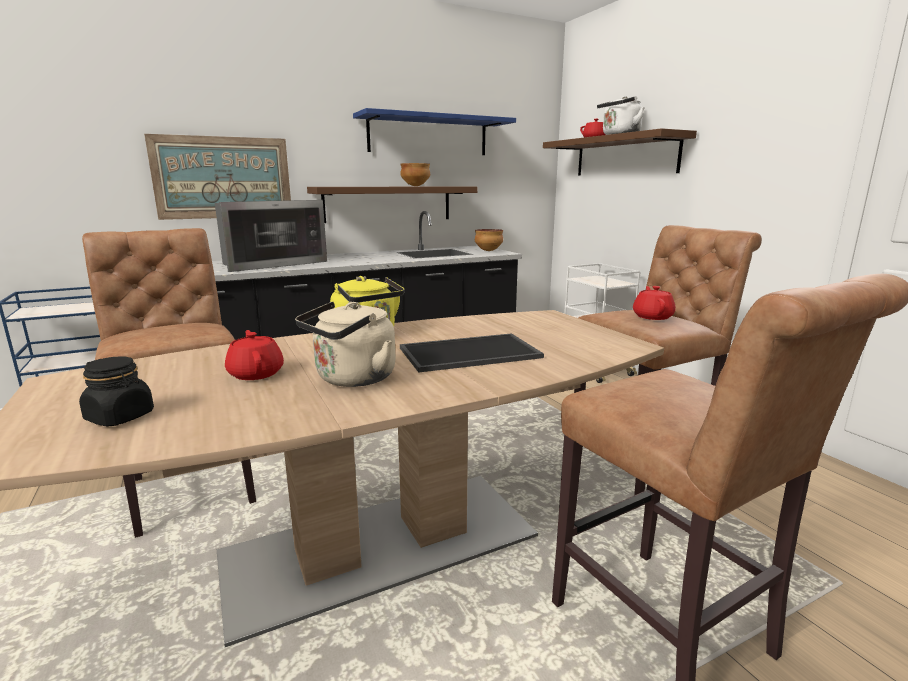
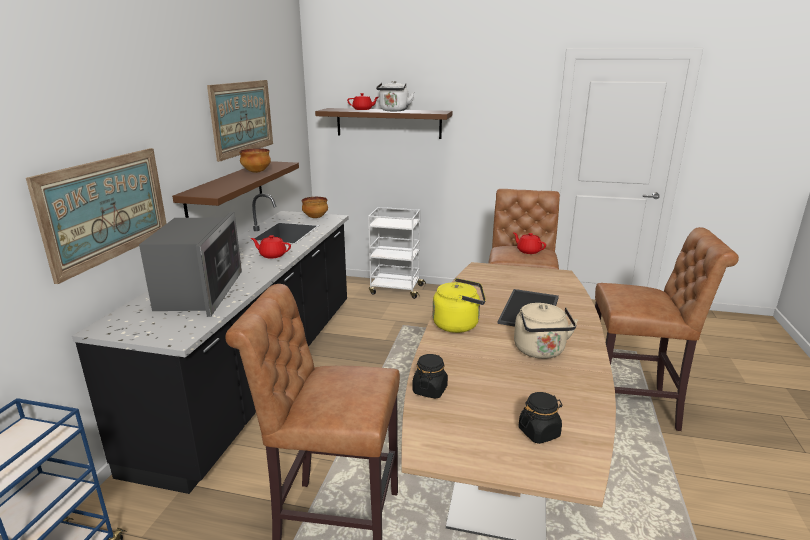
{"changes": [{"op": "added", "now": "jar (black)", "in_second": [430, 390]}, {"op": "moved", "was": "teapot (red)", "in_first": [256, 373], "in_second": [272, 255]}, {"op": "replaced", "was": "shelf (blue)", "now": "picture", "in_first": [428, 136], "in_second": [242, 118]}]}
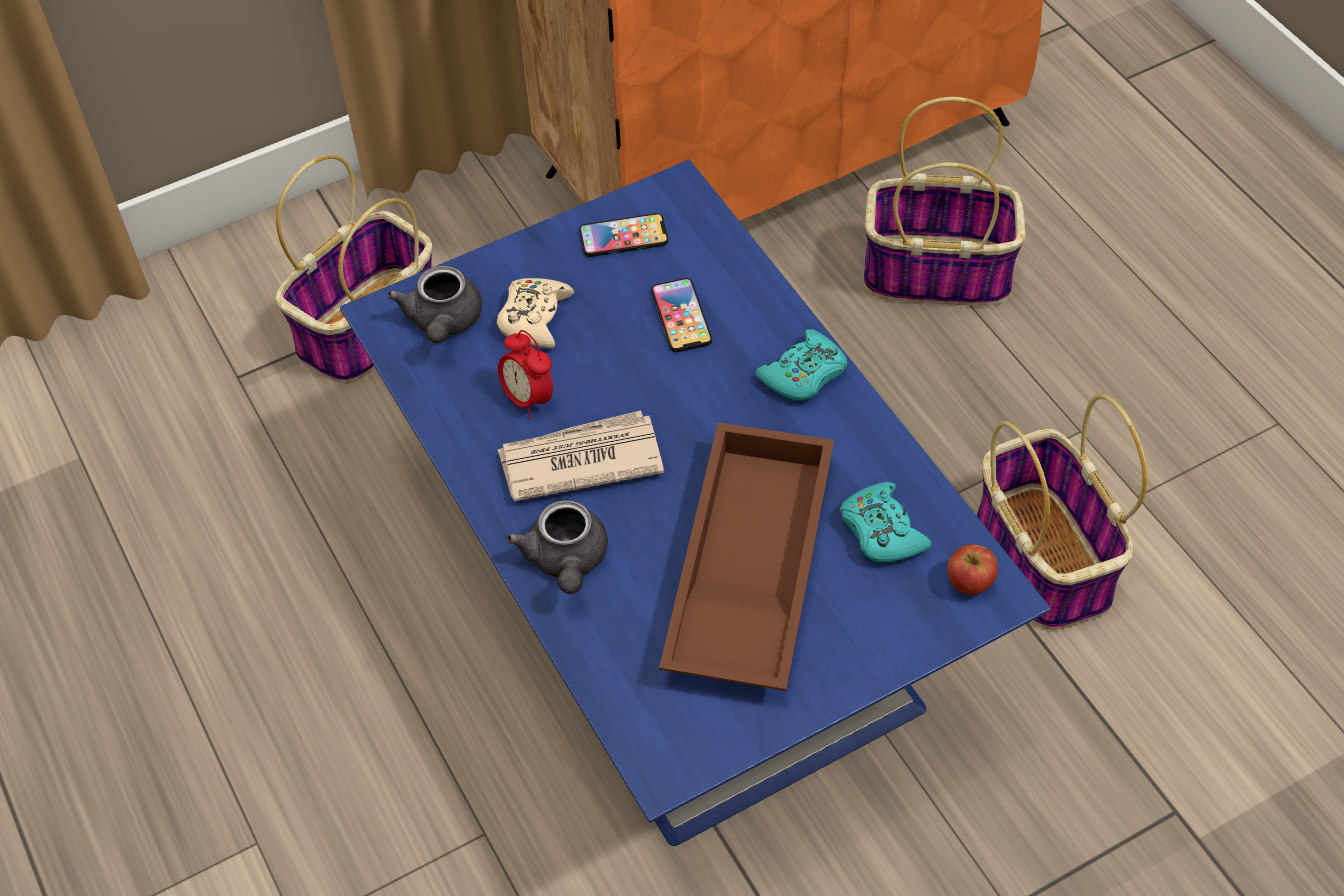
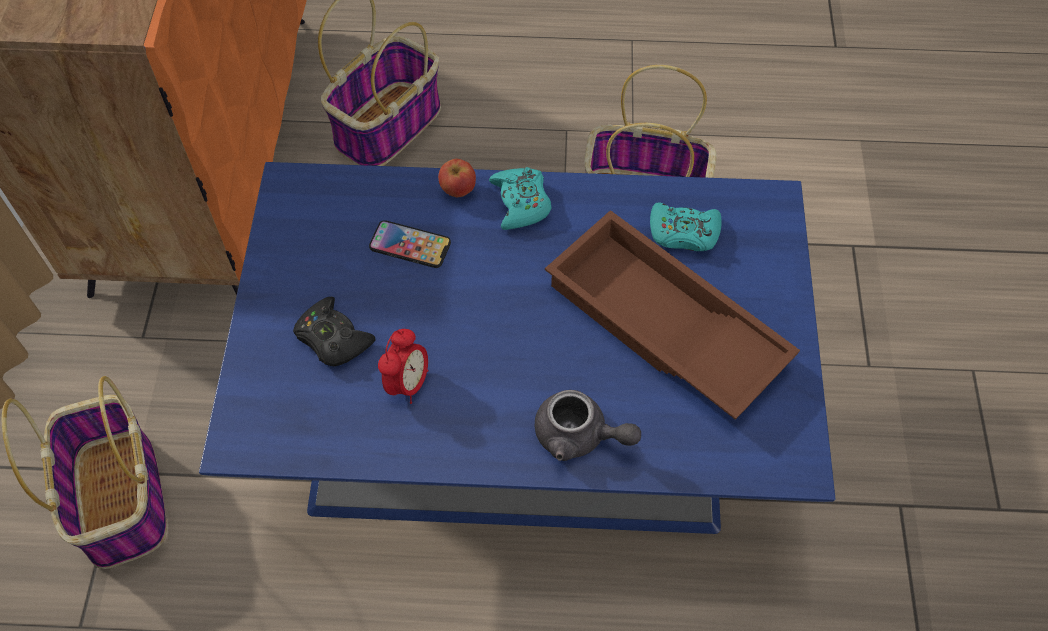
{"changes": [{"op": "removed", "was": "teapot (grey)", "in_first": [443, 323]}, {"op": "removed", "was": "newspaper", "in_first": [579, 460]}, {"op": "removed", "was": "phone", "in_first": [623, 237]}, {"op": "moved", "was": "apple", "in_first": [970, 583], "in_second": [458, 189]}, {"op": "recoloured", "was": "game controller (beige)", "now": "game controller (black)", "in_first": [535, 318], "in_second": [333, 338]}, {"op": "turned", "was": "alarm clock", "in_first": [528, 398], "in_second": [407, 383], "clockwise": -60}]}
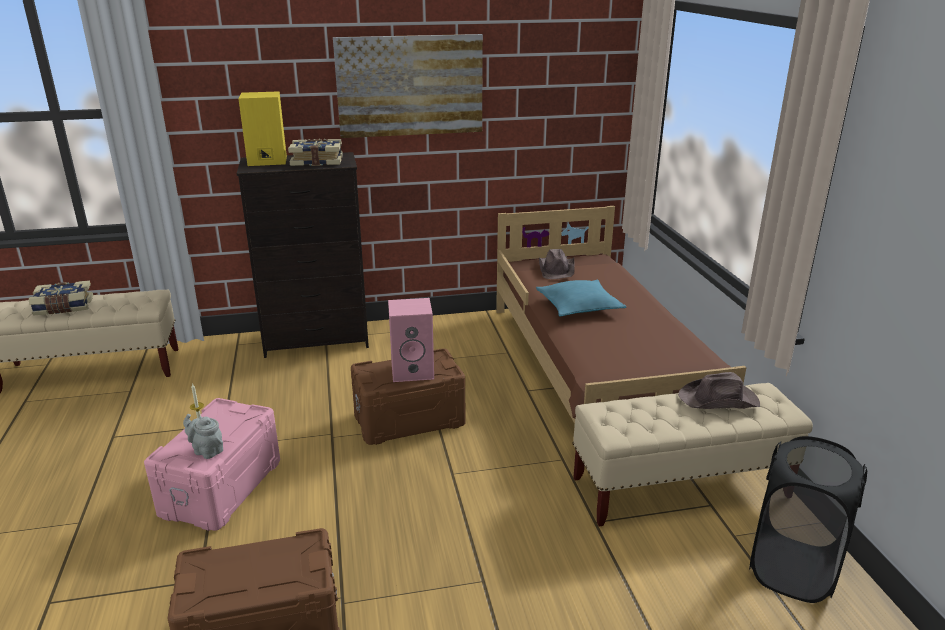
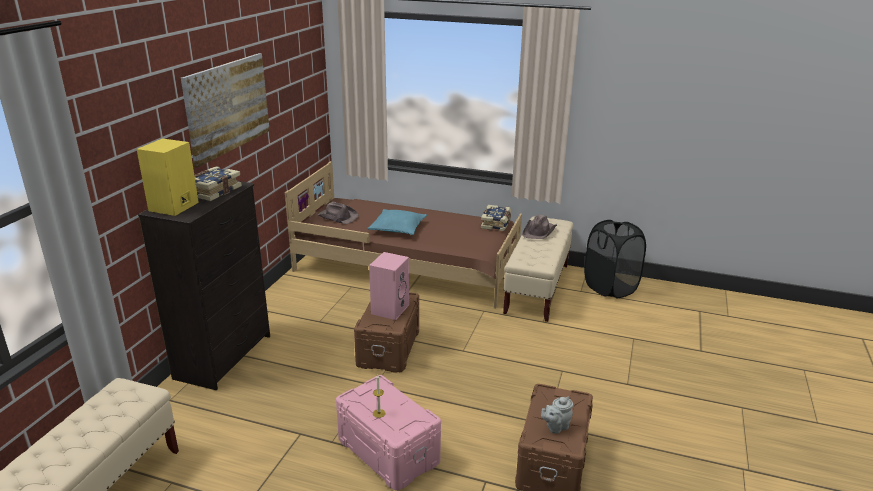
{"changes": [{"op": "moved", "was": "book", "in_first": [64, 307], "in_second": [496, 224]}, {"op": "moved", "was": "teapot (grey)", "in_first": [206, 450], "in_second": [555, 427]}]}
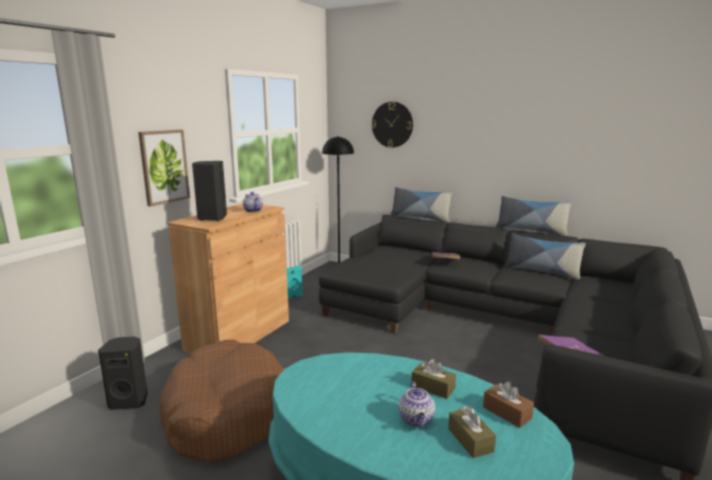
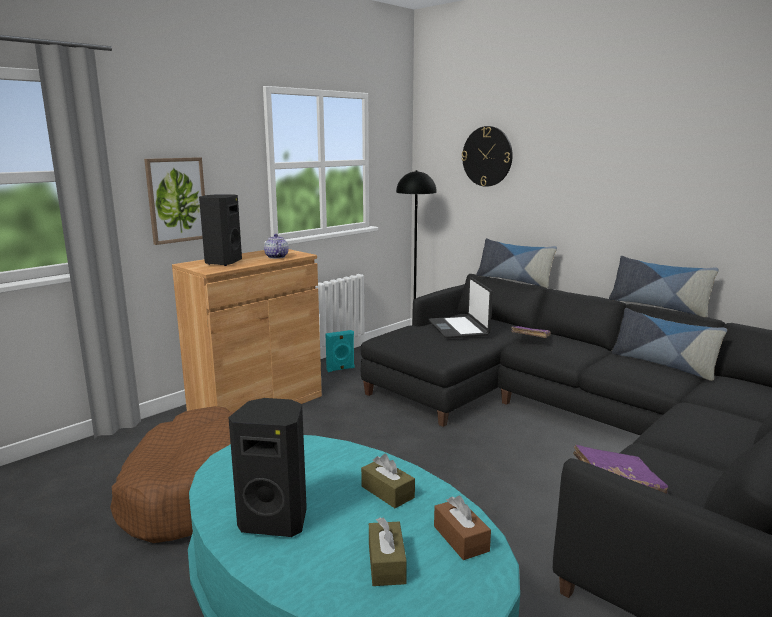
{"changes": [{"op": "removed", "was": "teapot", "in_first": [417, 420]}, {"op": "added", "now": "laptop", "in_second": [459, 328]}, {"op": "moved", "was": "speaker (black)", "in_first": [130, 401], "in_second": [275, 520]}]}
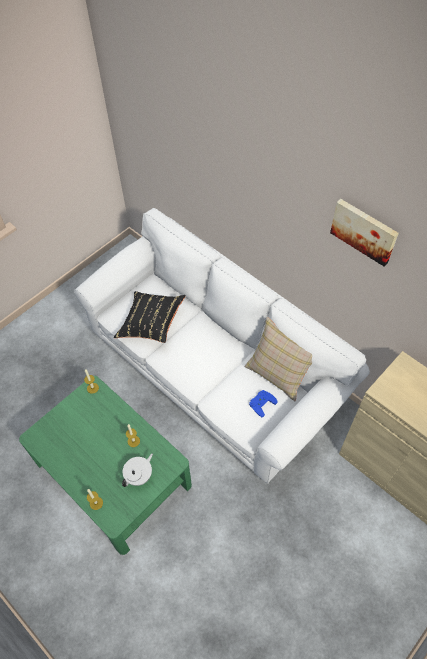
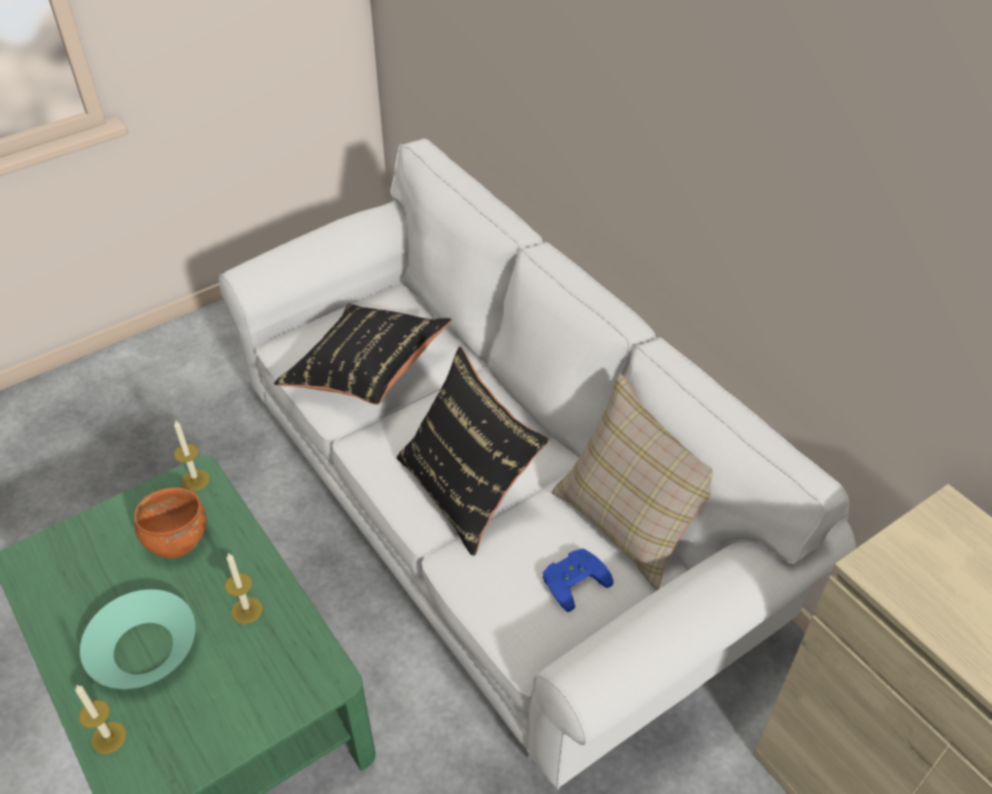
{"changes": [{"op": "removed", "was": "teapot (white)", "in_first": [139, 475]}, {"op": "removed", "was": "picture", "in_first": [364, 231]}, {"op": "added", "now": "bowl (turquoise)", "in_second": [143, 647]}, {"op": "added", "now": "bowl (orange)", "in_second": [177, 539]}, {"op": "added", "now": "pillow (black)", "in_second": [467, 489]}]}
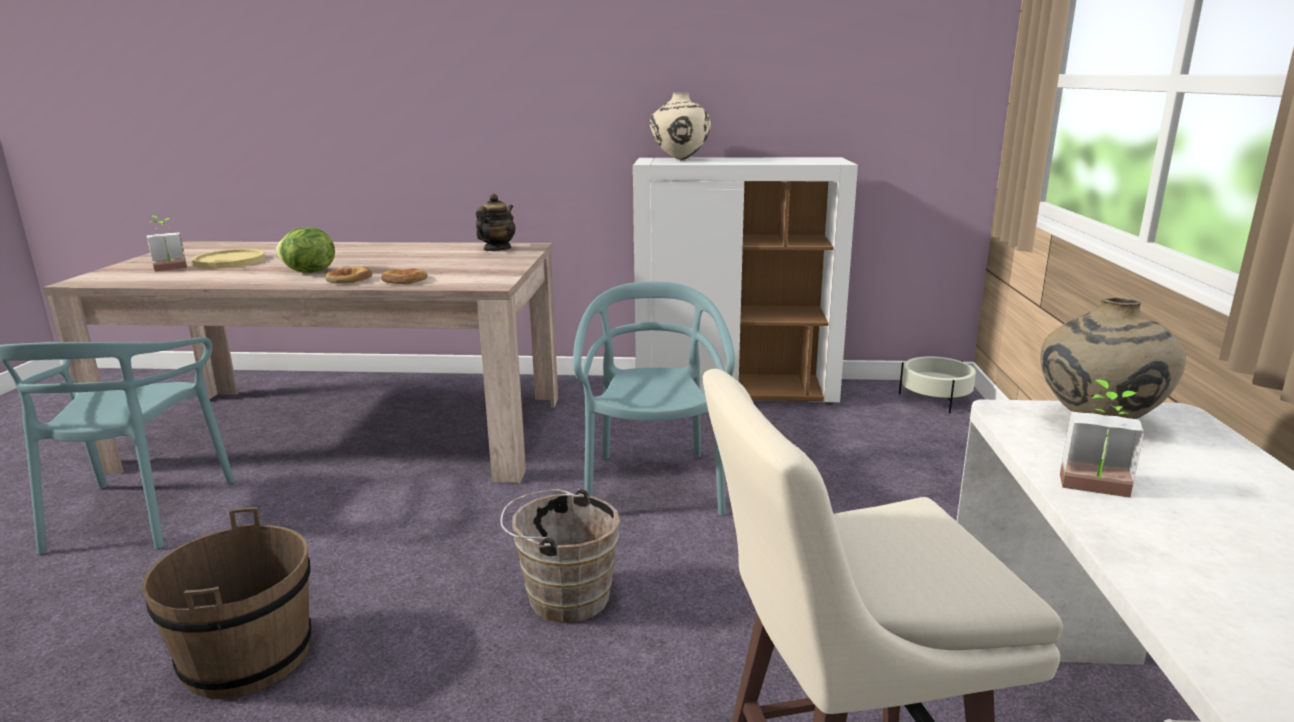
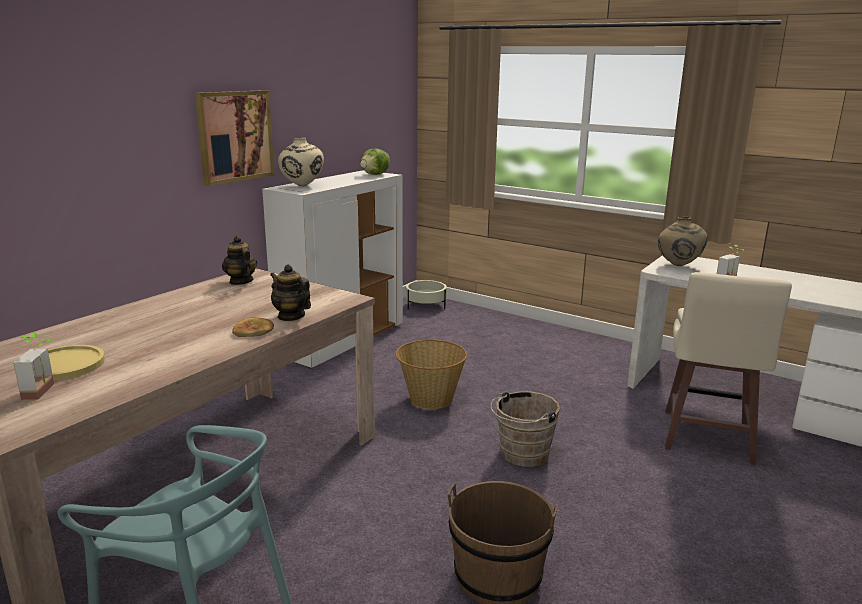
{"changes": [{"op": "added", "now": "picture", "in_second": [235, 136]}, {"op": "moved", "was": "lettuce", "in_first": [308, 272], "in_second": [375, 174]}, {"op": "replaced", "was": "bread", "now": "teapot", "in_first": [404, 280], "in_second": [291, 316]}, {"op": "replaced", "was": "chair (turquoise)", "now": "basket", "in_first": [653, 486], "in_second": [430, 398]}]}
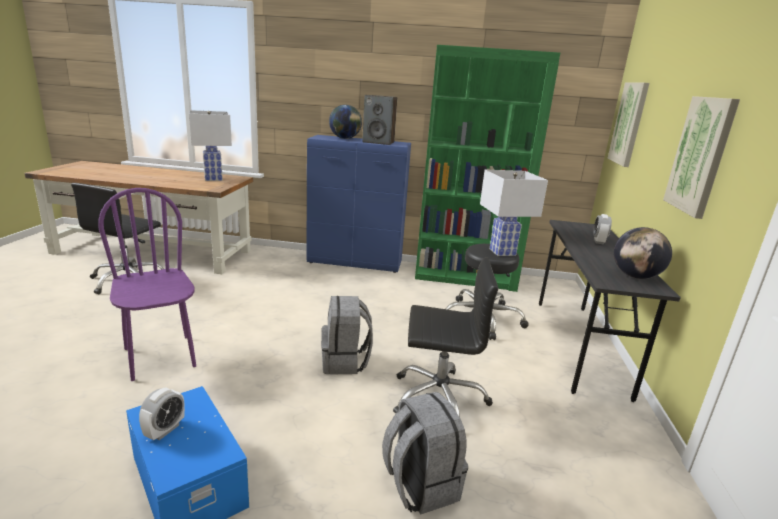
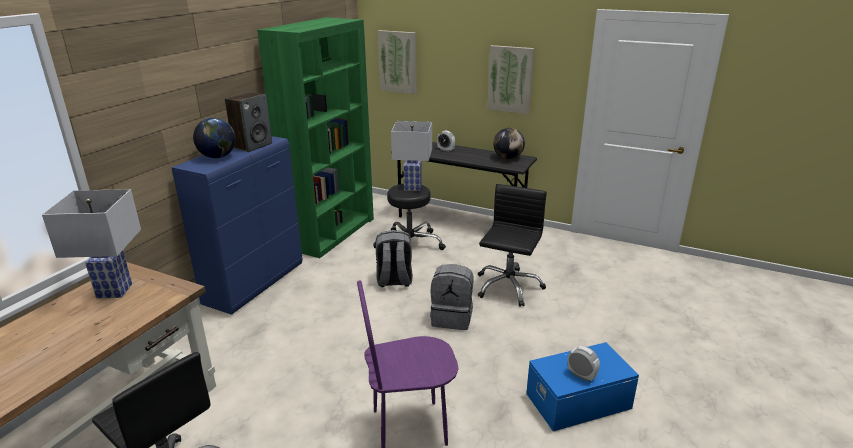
{"changes": [{"op": "moved", "was": "backpack (grey)", "in_first": [419, 485], "in_second": [394, 280]}]}
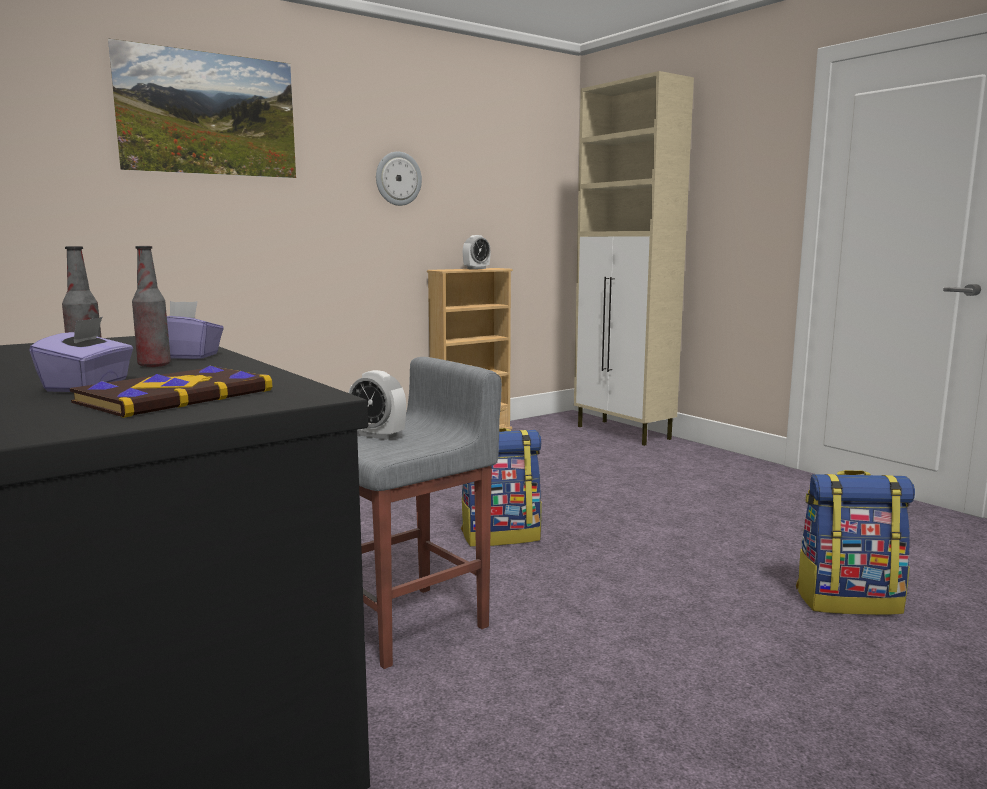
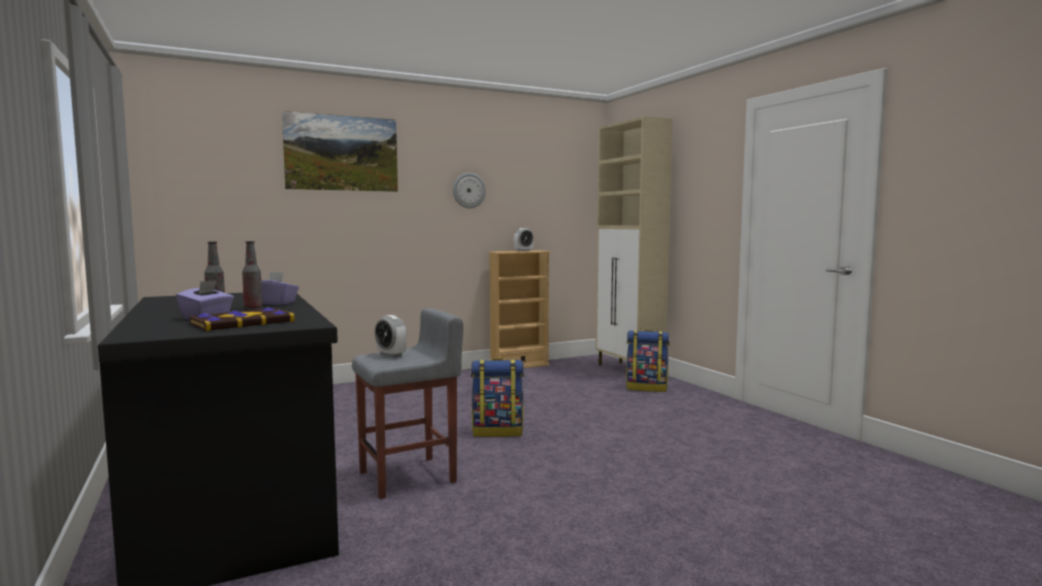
{"changes": [{"op": "moved", "was": "backpack", "in_first": [848, 601], "in_second": [647, 388]}]}
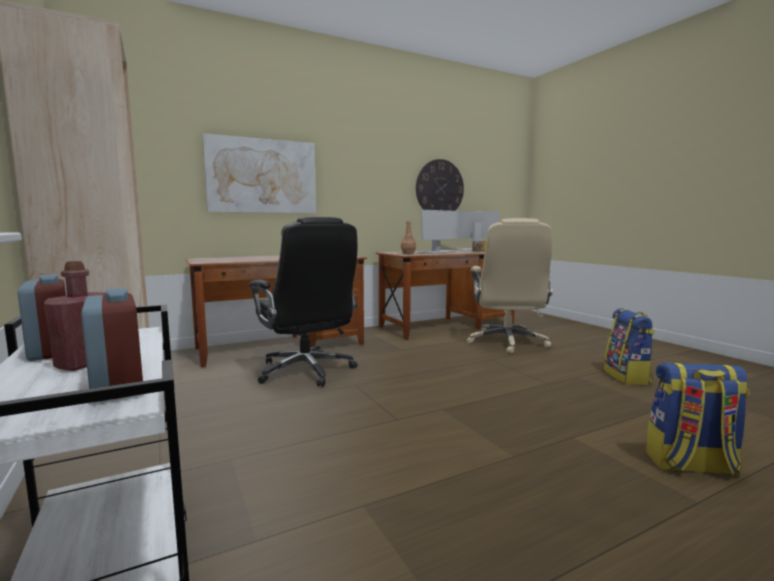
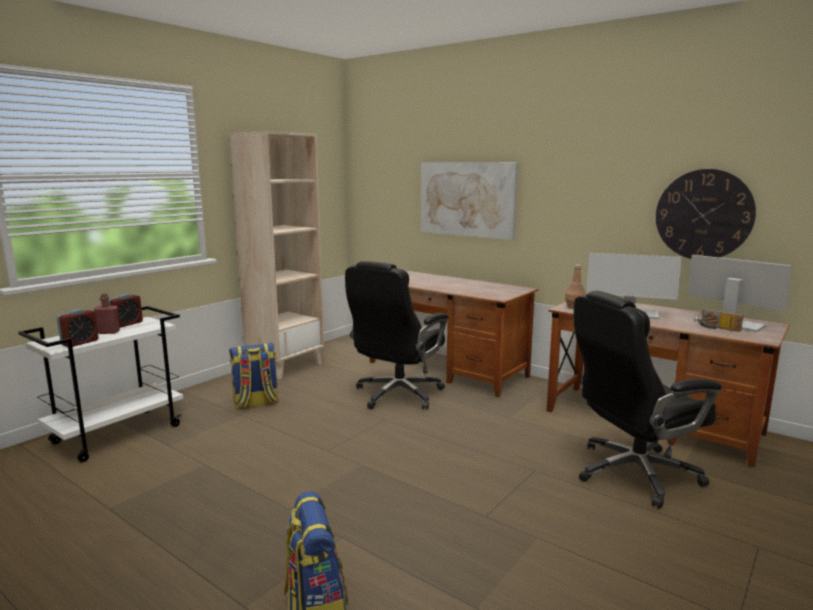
{"changes": [{"op": "moved", "was": "backpack", "in_first": [627, 377], "in_second": [255, 403]}, {"op": "recoloured", "was": "office chair (beige)", "now": "office chair (black)", "in_first": [507, 342], "in_second": [633, 473]}]}
